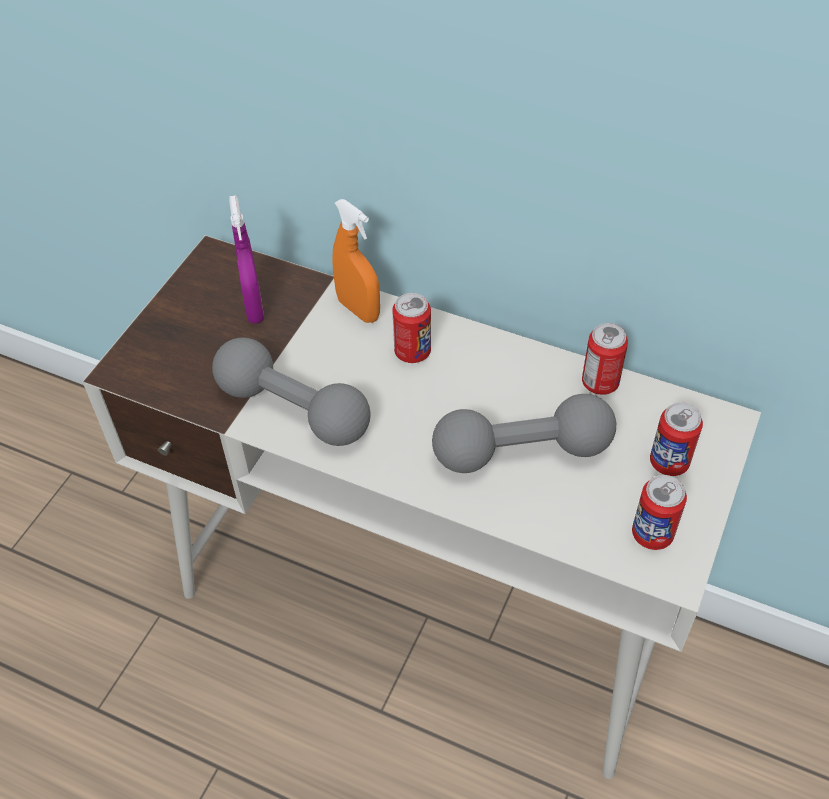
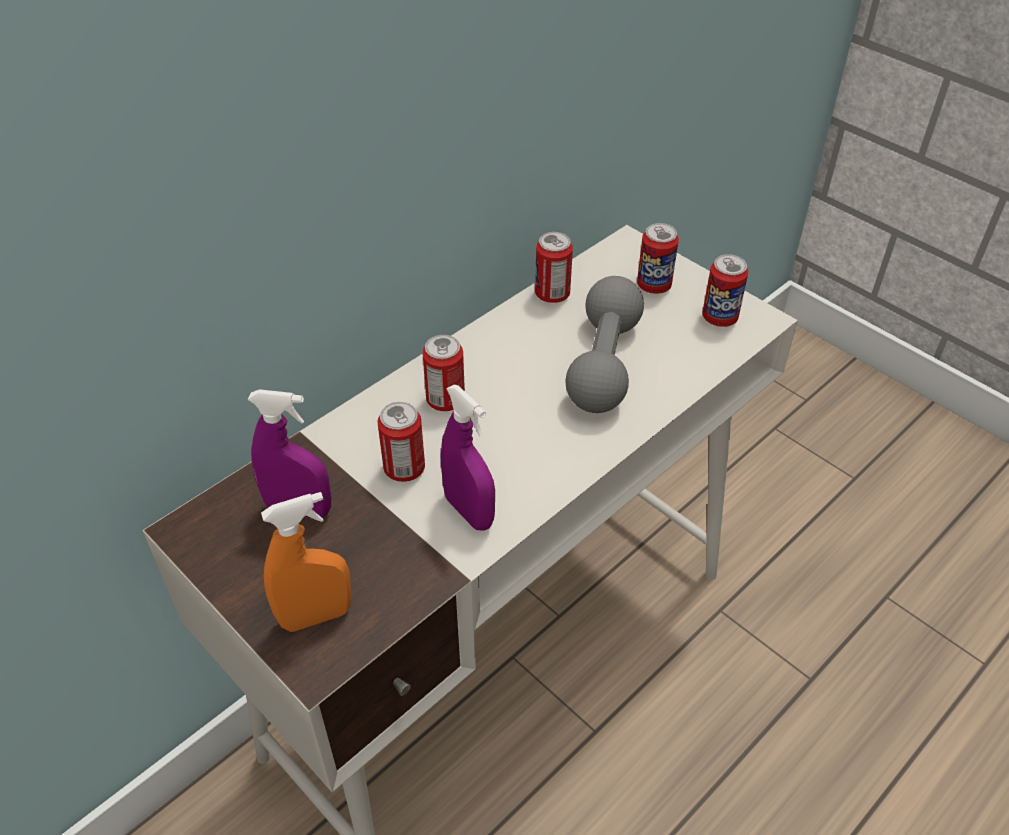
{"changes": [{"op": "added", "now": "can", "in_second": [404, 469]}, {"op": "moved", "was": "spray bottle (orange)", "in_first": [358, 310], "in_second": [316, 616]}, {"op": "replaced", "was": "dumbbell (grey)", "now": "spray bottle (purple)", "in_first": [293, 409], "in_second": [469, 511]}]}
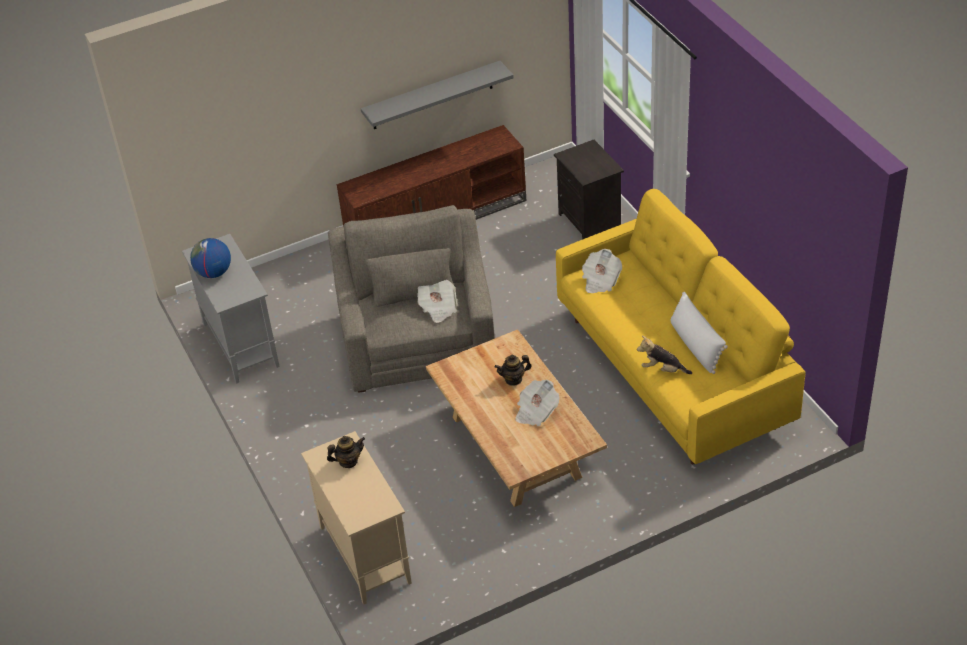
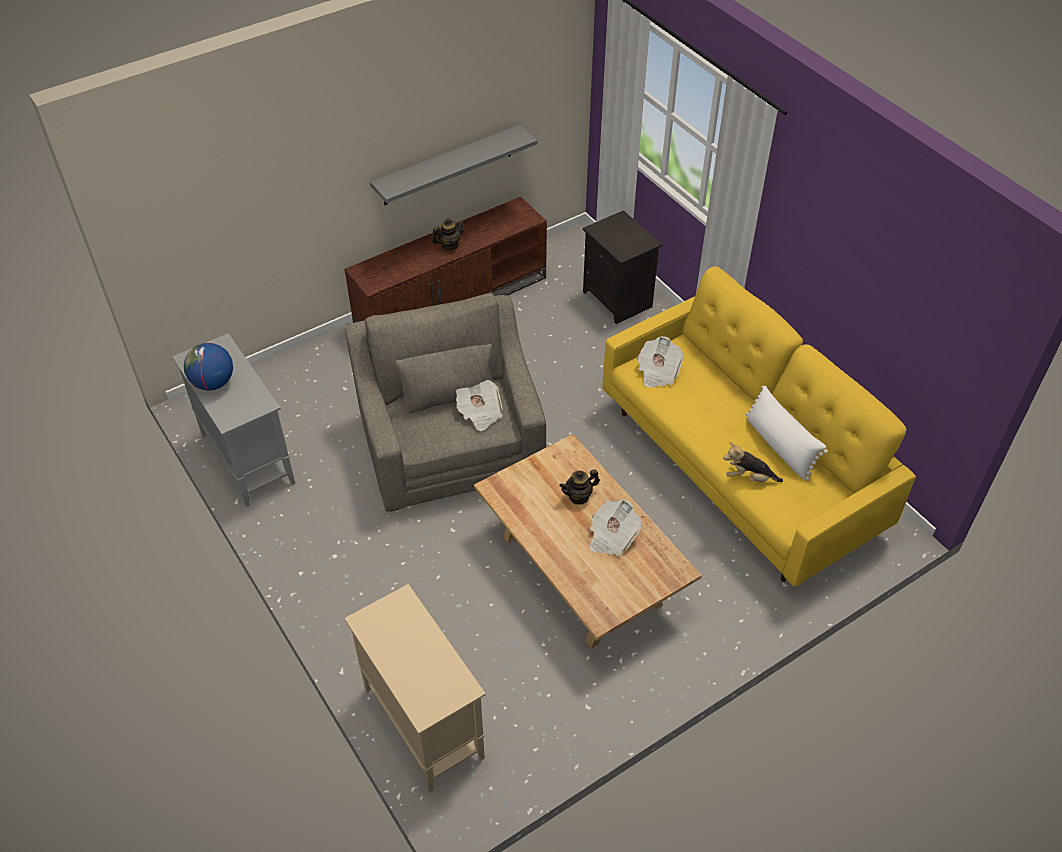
{"changes": [{"op": "moved", "was": "teapot", "in_first": [348, 461], "in_second": [449, 245]}]}
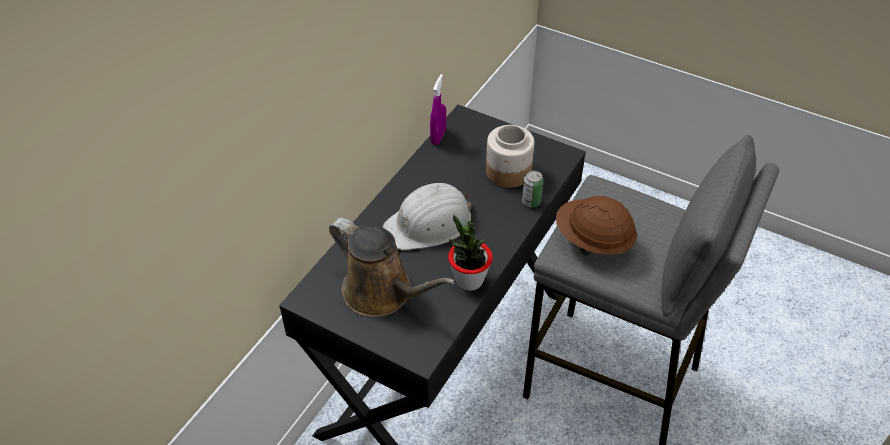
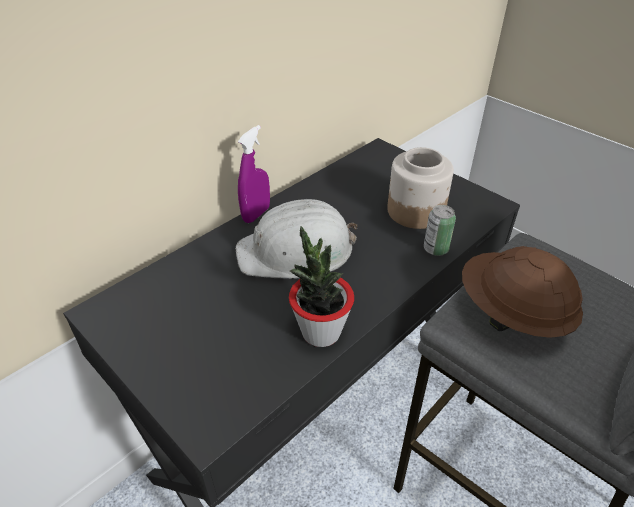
{"changes": [{"op": "removed", "was": "watering can (brown)", "in_first": [382, 293]}, {"op": "moved", "was": "spray bottle (purple)", "in_first": [438, 137], "in_second": [256, 214]}]}
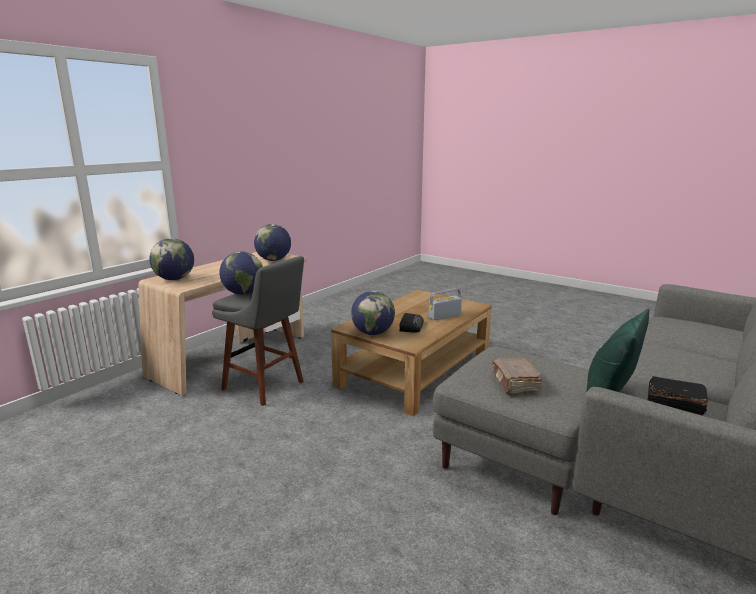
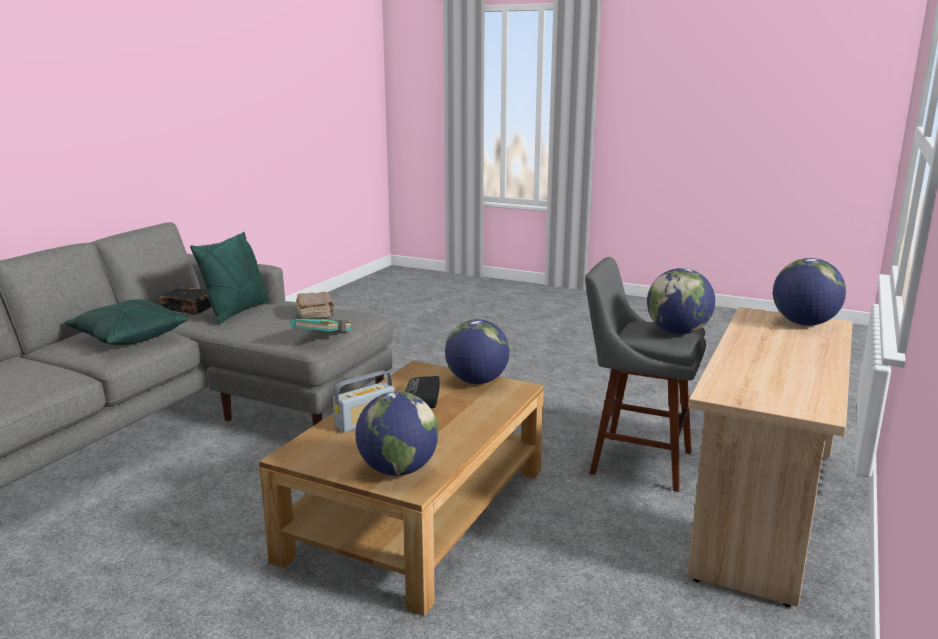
{"changes": [{"op": "added", "now": "pillow (green)", "in_second": [128, 337]}, {"op": "added", "now": "book (turquoise)", "in_second": [324, 337]}, {"op": "moved", "was": "globe", "in_first": [273, 260], "in_second": [398, 470]}]}
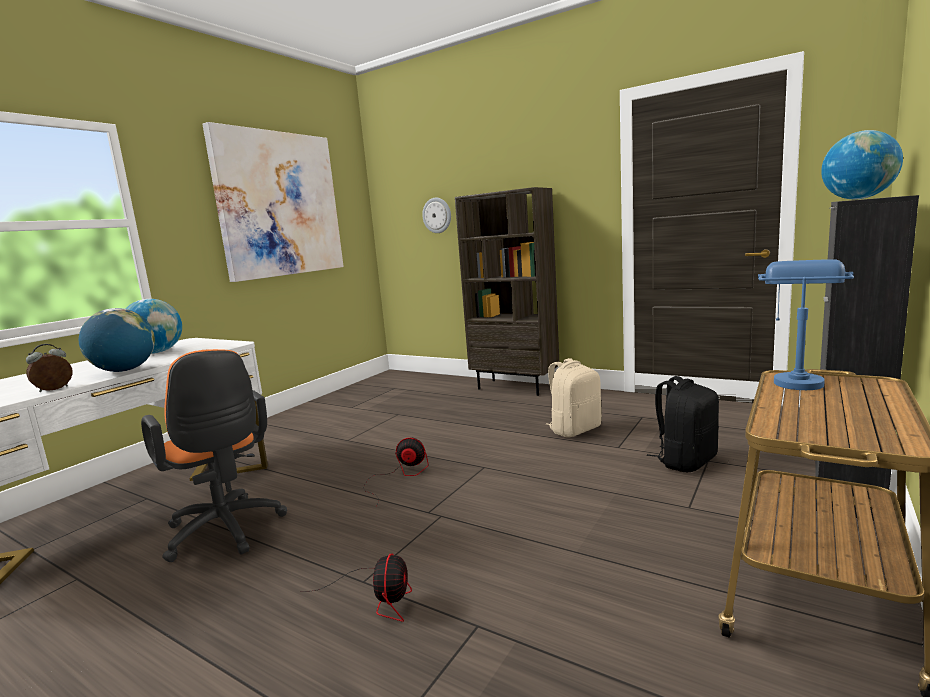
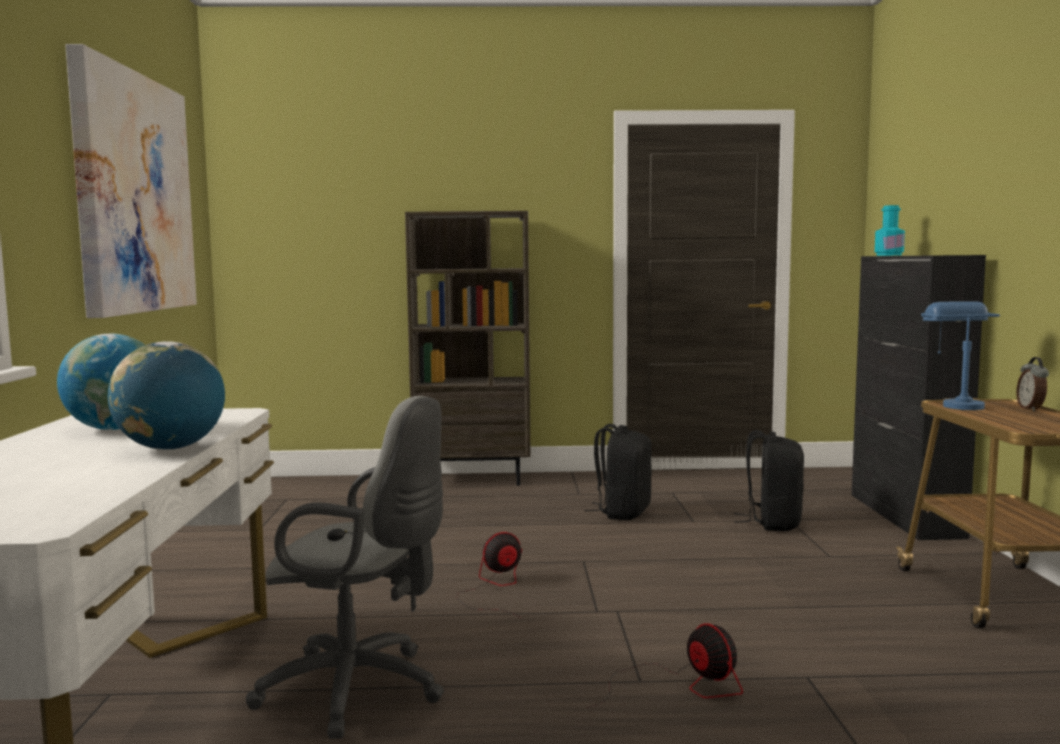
{"changes": [{"op": "removed", "was": "wall clock", "in_first": [437, 215]}, {"op": "moved", "was": "alarm clock", "in_first": [54, 389], "in_second": [1031, 409]}, {"op": "replaced", "was": "globe", "now": "bottle (turquoise)", "in_first": [858, 199], "in_second": [889, 255]}, {"op": "recoloured", "was": "office chair (orange)", "now": "office chair (grey)", "in_first": [226, 532], "in_second": [360, 691]}, {"op": "recoloured", "was": "backpack (beige)", "now": "backpack (black)", "in_first": [574, 430], "in_second": [622, 512]}]}
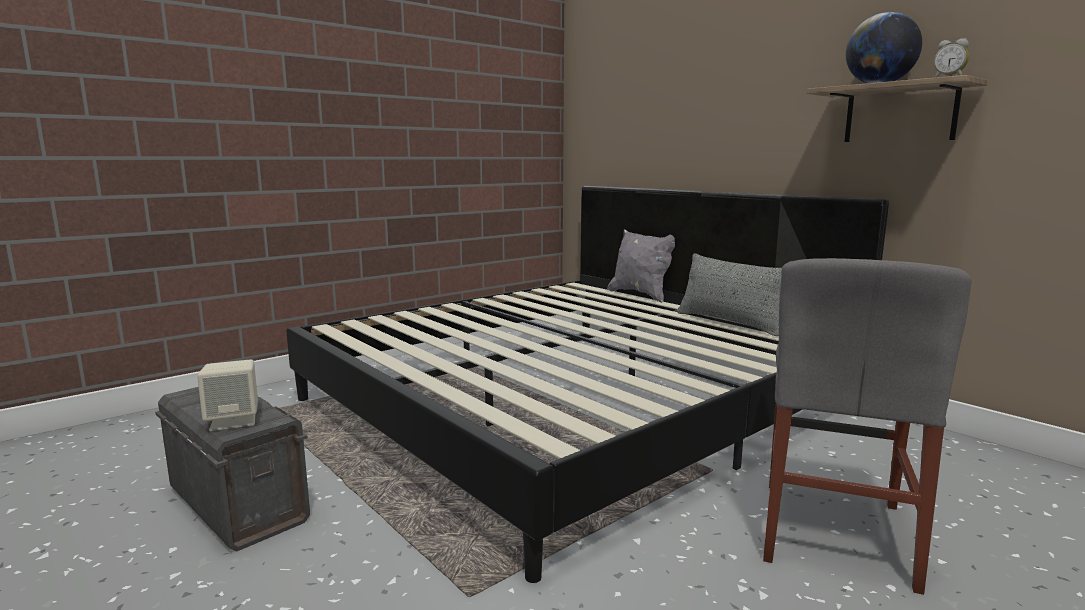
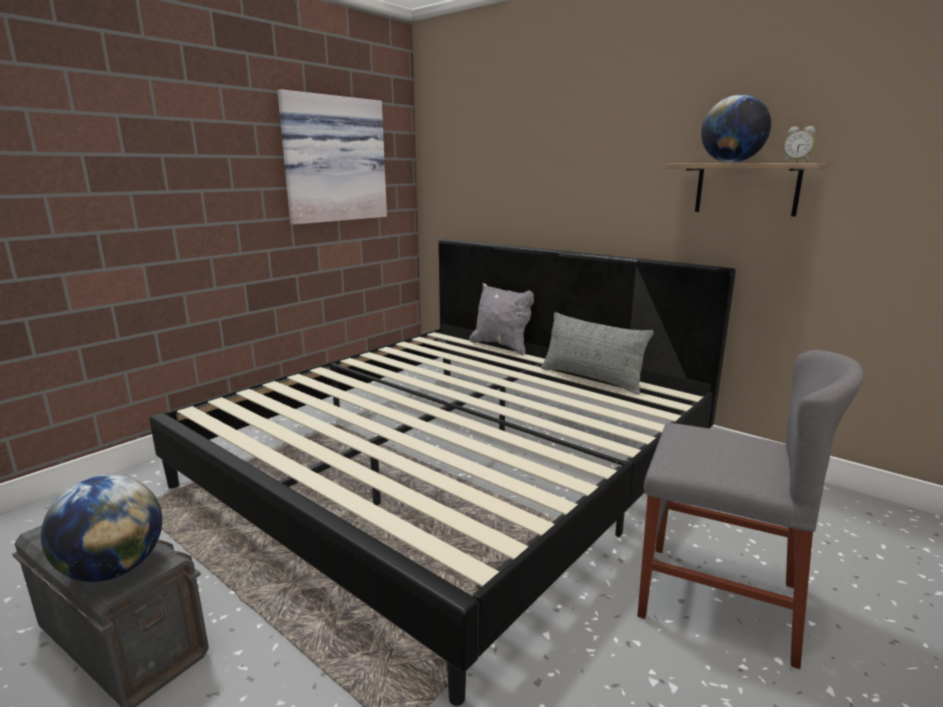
{"changes": [{"op": "added", "now": "picture", "in_second": [333, 160]}, {"op": "replaced", "was": "speaker (beige)", "now": "globe", "in_first": [234, 421], "in_second": [114, 569]}, {"op": "turned", "was": "chair (grey)", "in_first": [834, 531], "in_second": [717, 600], "clockwise": -75}]}
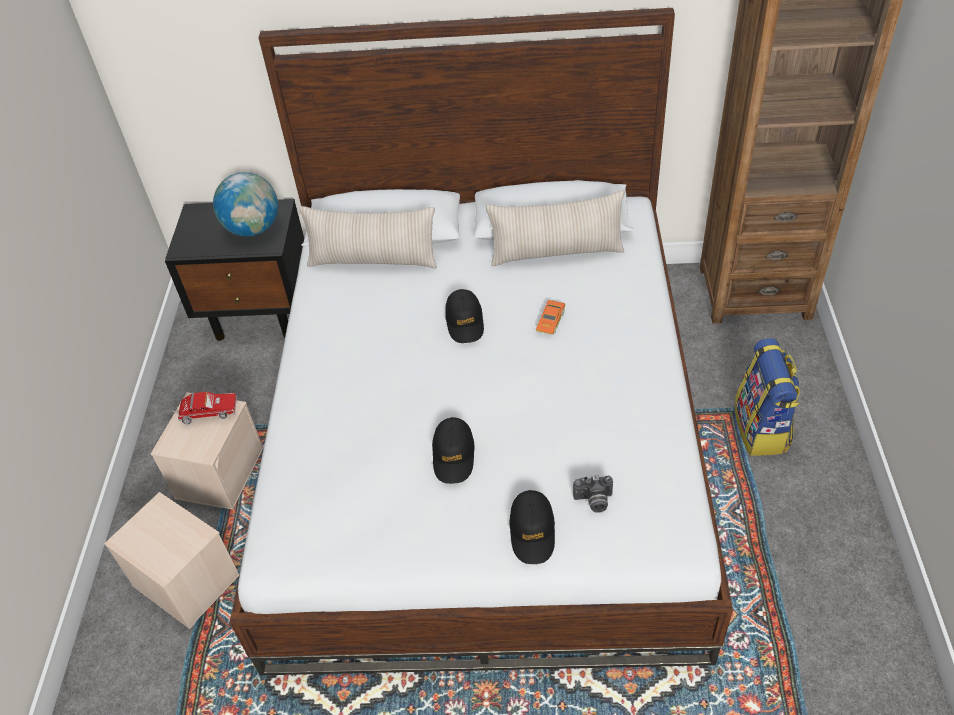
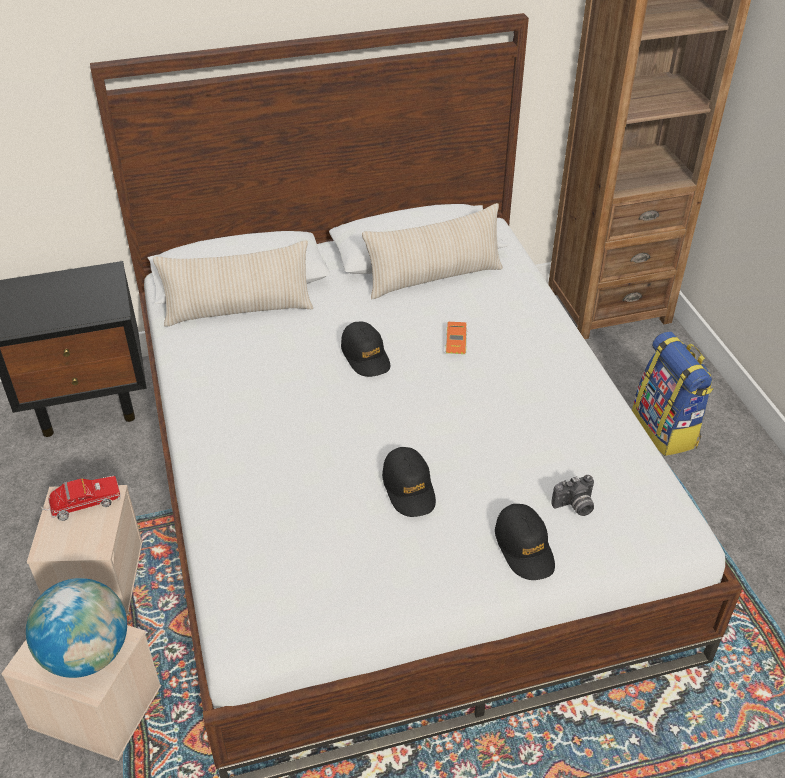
{"changes": [{"op": "moved", "was": "globe", "in_first": [253, 229], "in_second": [87, 654]}]}
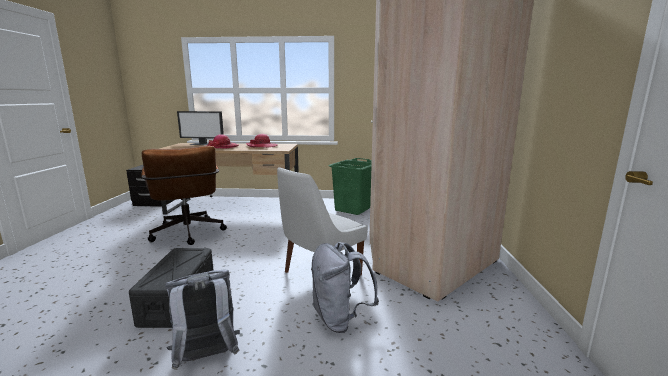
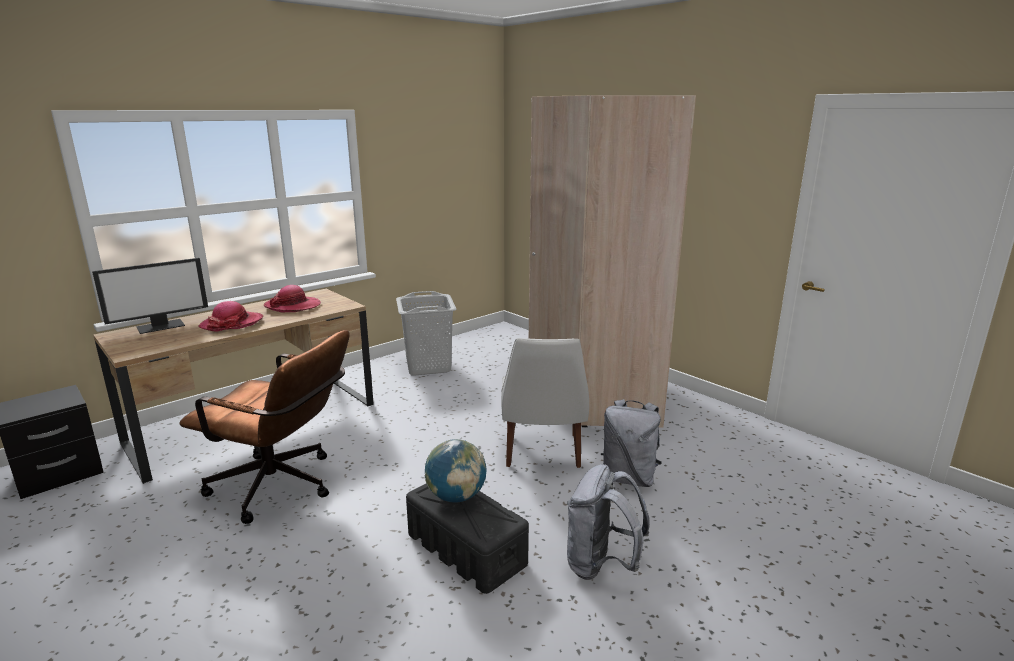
{"changes": [{"op": "added", "now": "globe", "in_second": [456, 497]}, {"op": "recoloured", "was": "laundry basket (green)", "now": "laundry basket (grey)", "in_first": [353, 209], "in_second": [428, 366]}]}
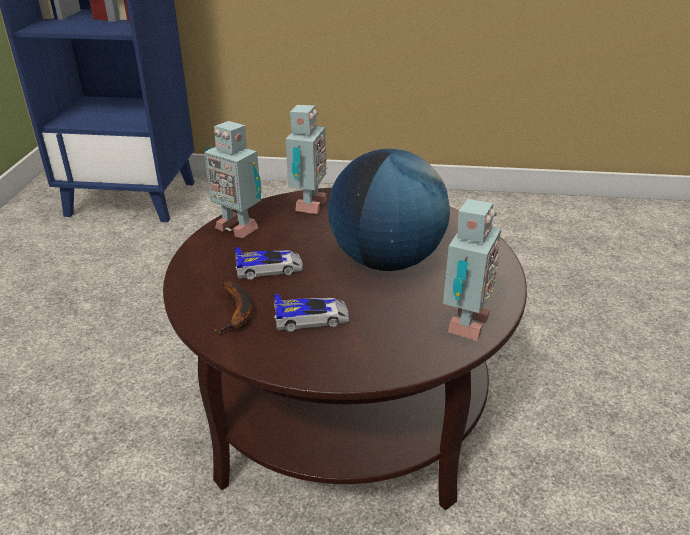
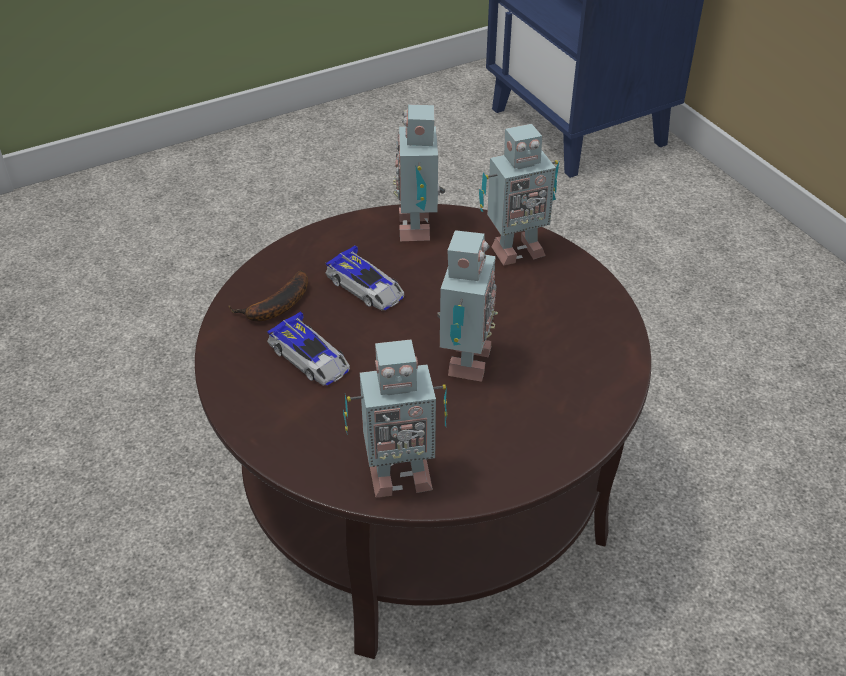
{"changes": [{"op": "replaced", "was": "globe", "now": "toy robot", "in_first": [386, 261], "in_second": [464, 362]}]}
